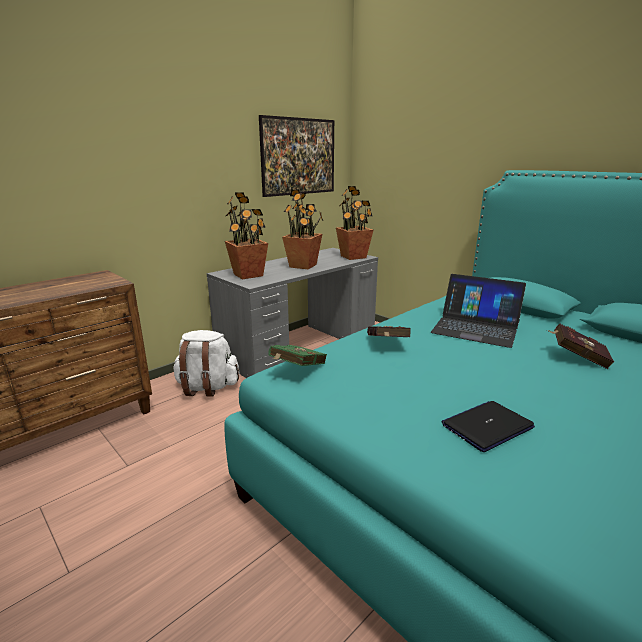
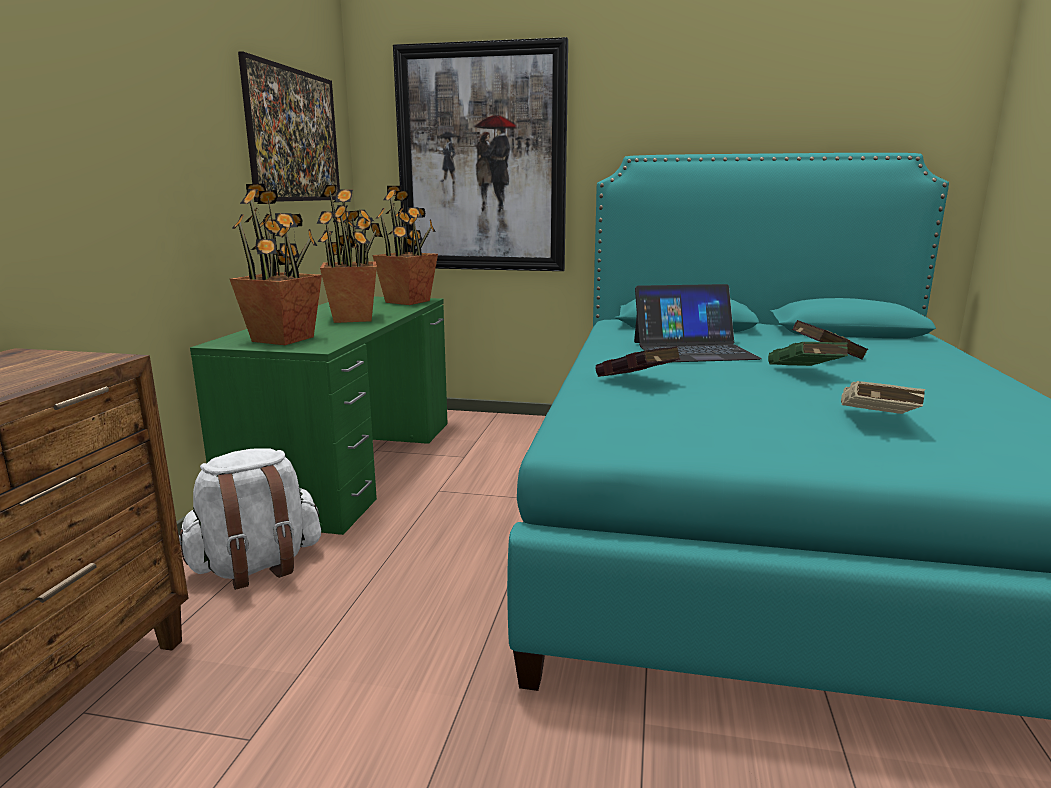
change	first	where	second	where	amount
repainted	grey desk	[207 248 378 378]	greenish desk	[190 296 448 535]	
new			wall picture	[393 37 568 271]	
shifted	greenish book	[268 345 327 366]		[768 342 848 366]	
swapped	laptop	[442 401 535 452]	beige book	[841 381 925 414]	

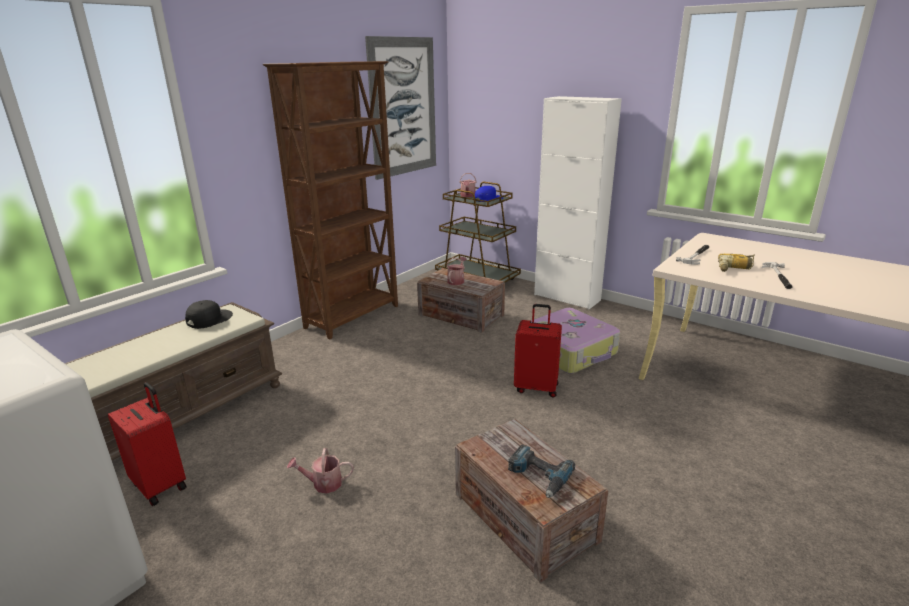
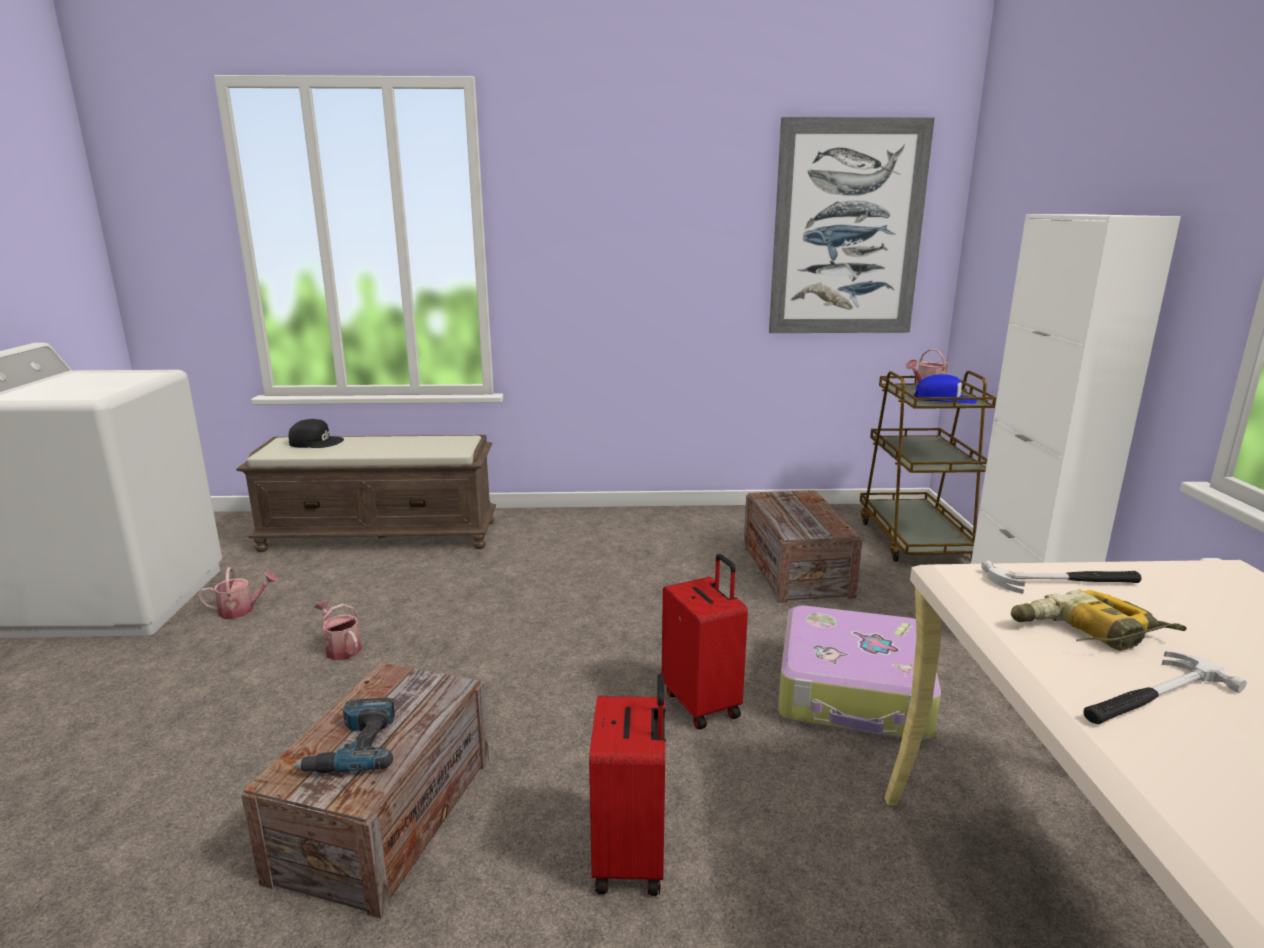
change	first	where	second	where	amount
shifted	watering can	[447 257 467 285]		[198 567 279 619]	
shifted	black-coloured peaked cap	[185 300 233 329]		[289 419 344 448]	
shifted	reddish piece of luggage	[108 382 187 506]		[589 673 666 896]	
gone	brownish shelving unit	[263 61 398 340]			

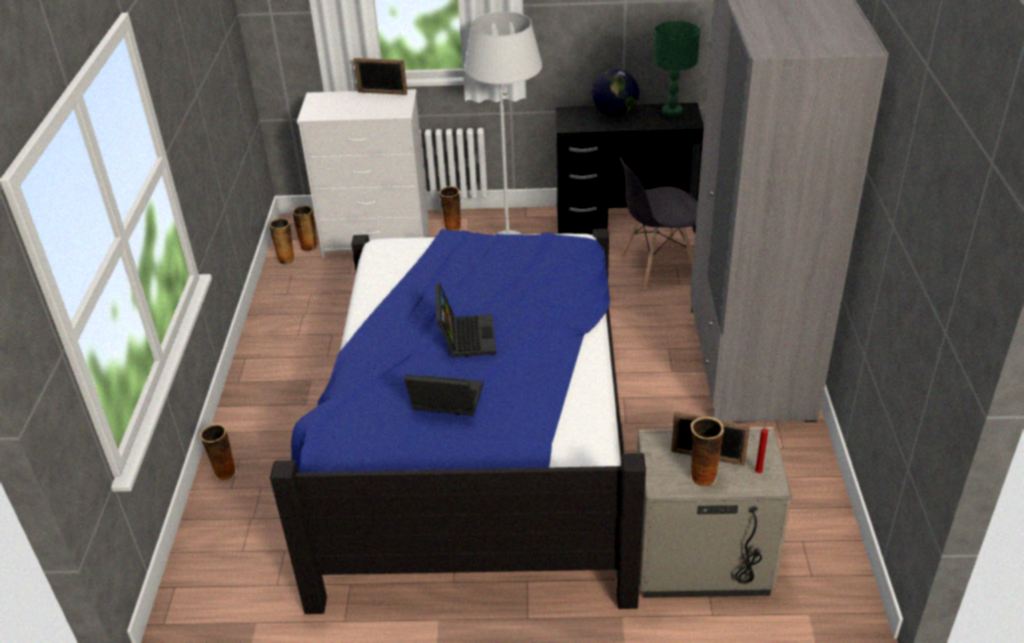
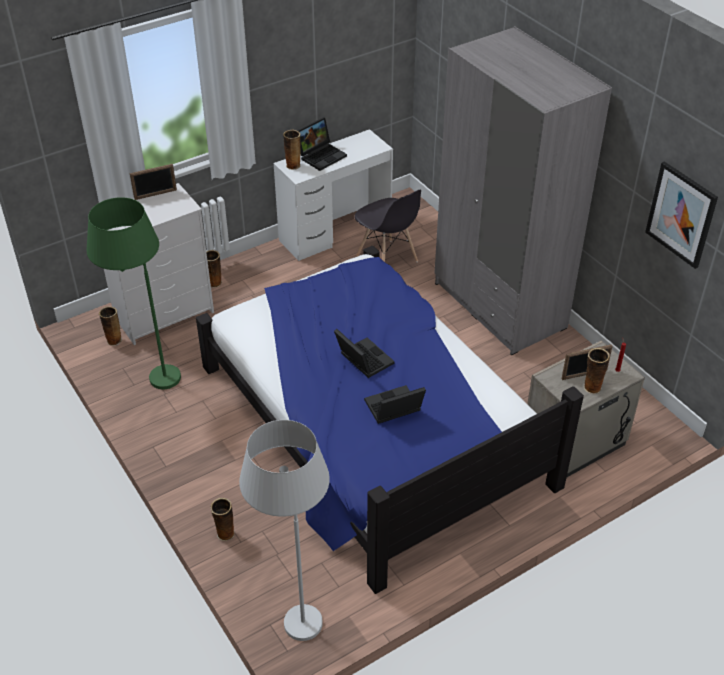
change	first	where	second	where	amount
new			greenish standing lamp	[87 197 181 389]	
shifted	white-coloured standing lamp	[464 11 542 235]		[239 420 330 641]	
repainted	black-coloured desk	[556 103 704 235]	white-coloured desk	[274 129 393 261]	
shifted	flower vase	[269 218 295 265]		[283 130 301 170]	
swapped	desk globe	[592 69 639 117]	laptop	[297 117 347 171]	
rotated	grey chair	[619 156 698 289]		[354 189 421 262]	75 degrees counterclockwise
new			wall picture	[645 162 718 269]	
gone	greenish tabletop lamp	[653 21 700 117]			

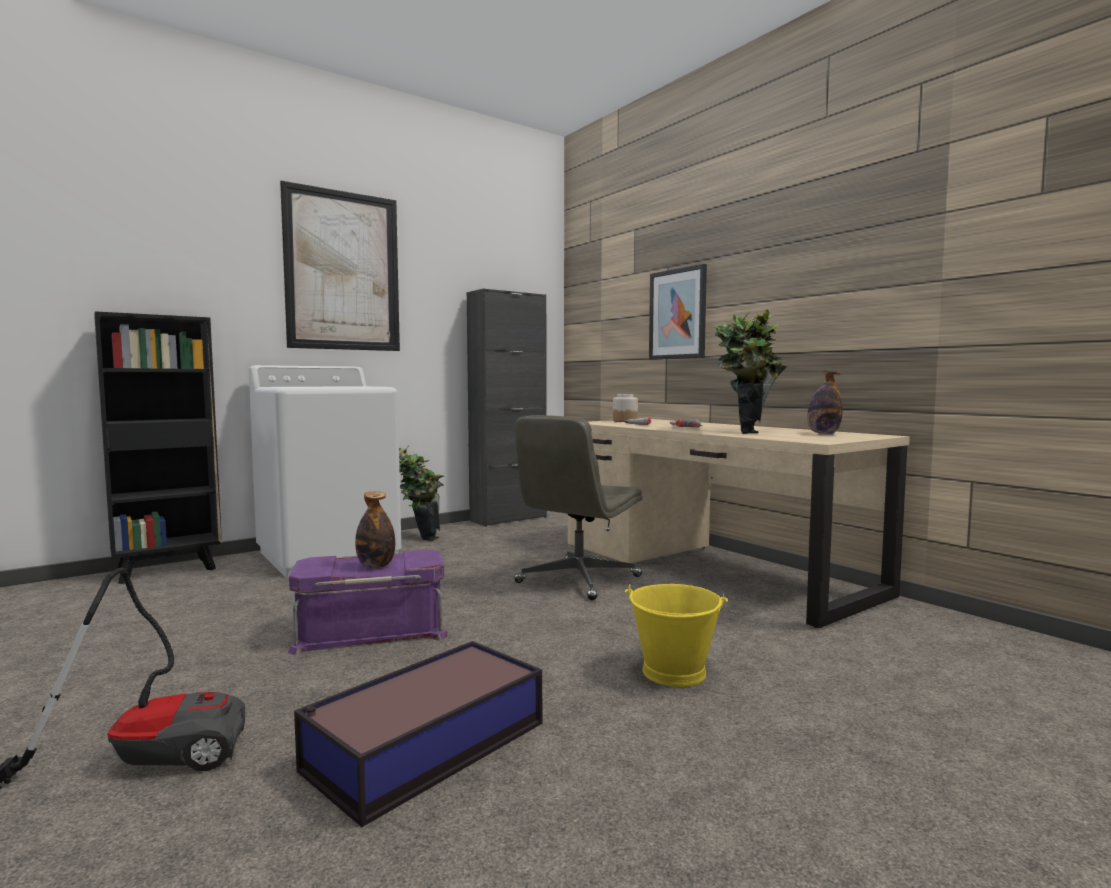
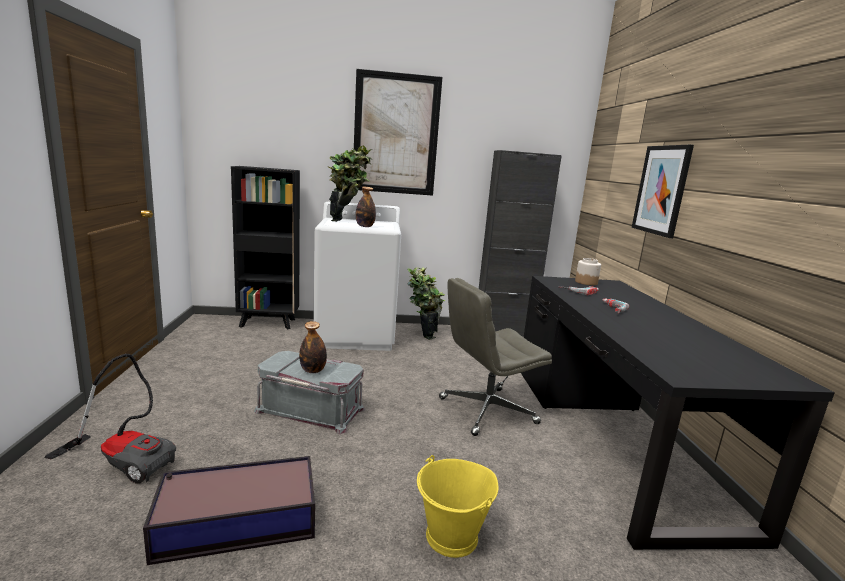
change	first	where	second	where	amount
repainted	purplish storage bin	[288 550 449 655]	grey storage bin	[254 351 365 434]	
shifted	potted plant	[714 309 788 434]		[327 145 372 222]	
shifted	bottle	[807 370 843 434]		[356 187 376 227]	
repainted	beige desk	[568 419 910 628]	black-coloured desk	[521 276 835 550]	

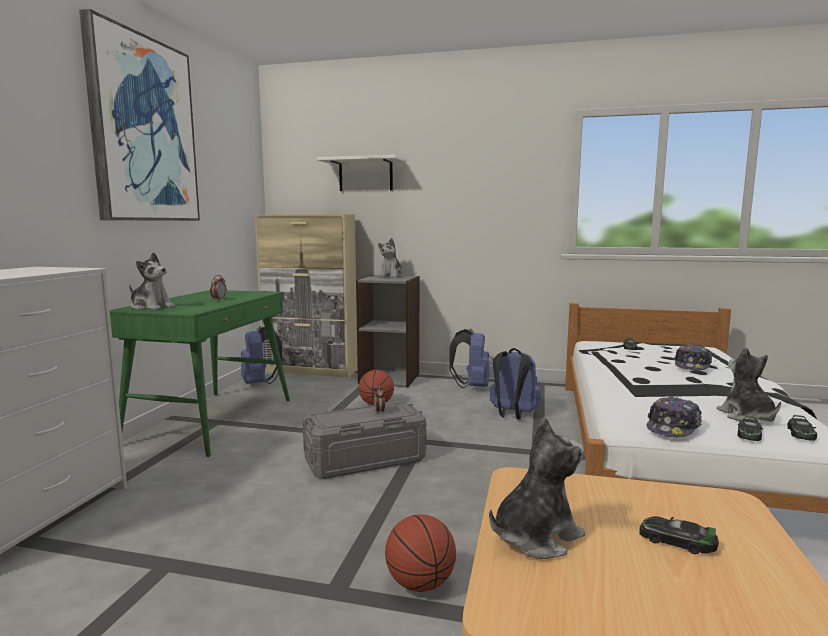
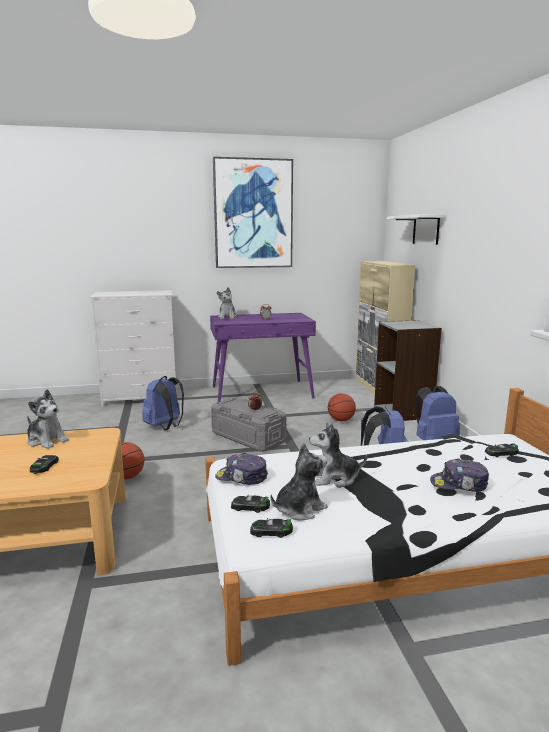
change	first	where	second	where	amount
shifted	blue rucksack	[241 326 283 384]		[142 376 184 431]	
repainted	greenish desk	[110 290 290 457]	purplish desk	[210 313 316 402]	
shifted	soft toy	[378 238 404 278]		[309 423 367 488]	

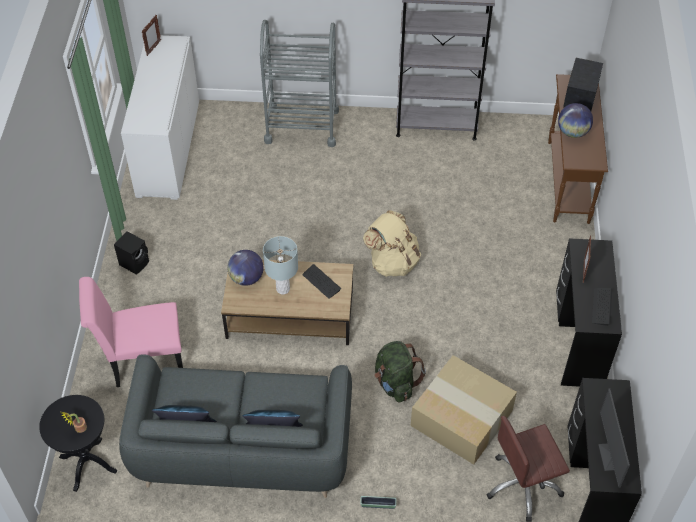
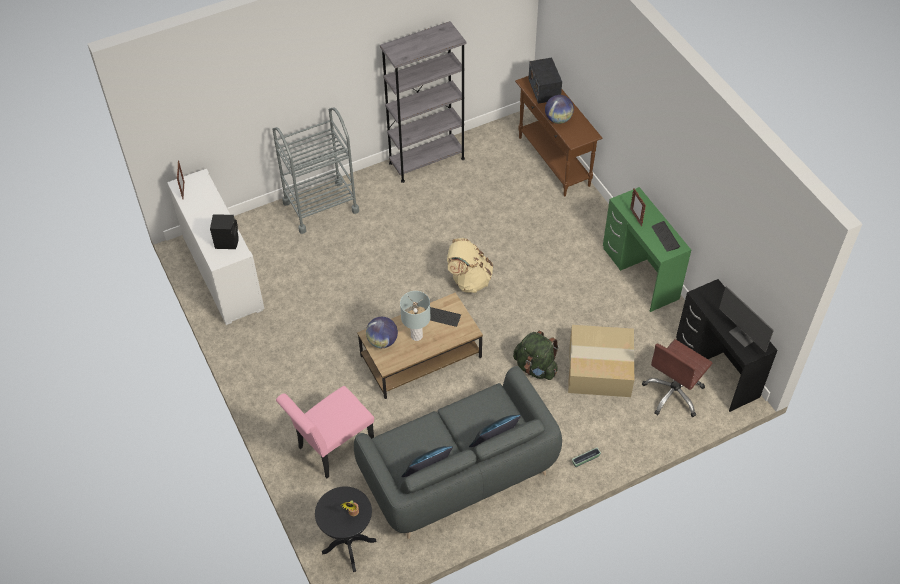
change	first	where	second	where	amount
shifted	black-coloured audio speaker	[114 231 149 275]		[210 214 239 249]	
repainted	black-coloured desk	[556 238 622 387]	greenish desk	[603 187 691 312]	

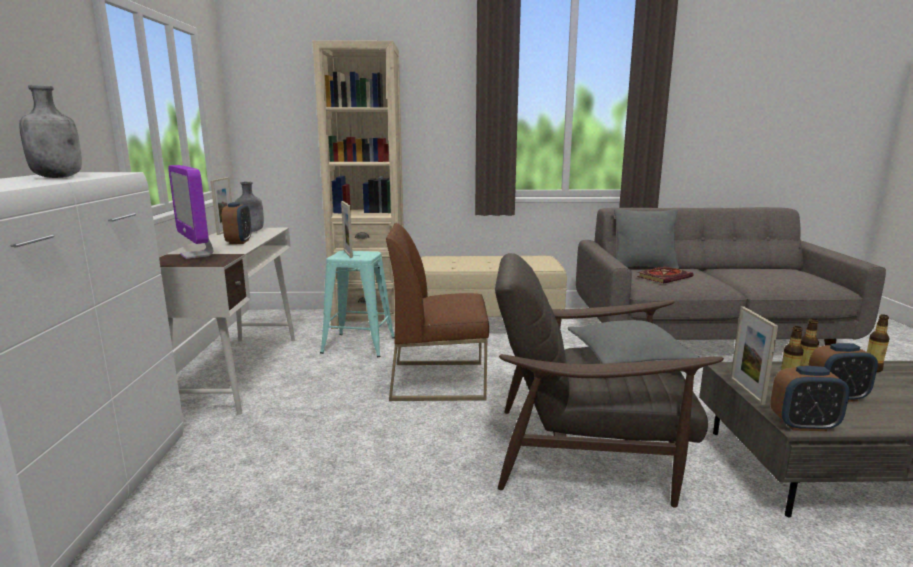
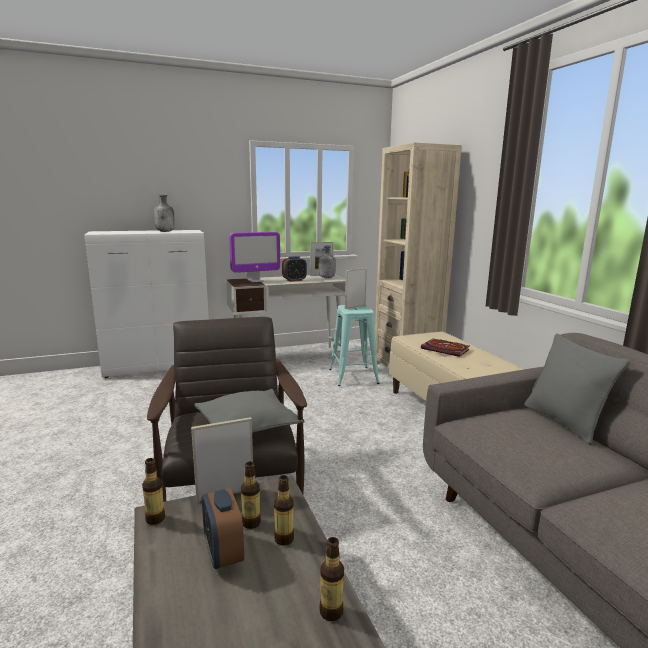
change	first	where	second	where	amount
swapped	table clock	[770 366 850 431]	bottle	[142 458 165 525]	
rotated	computer display	[168 165 213 259]		[229 232 280 282]	150 degrees counterclockwise
shifted	book	[637 266 694 283]		[421 339 470 357]	
gone	brownish chair	[386 223 489 401]			

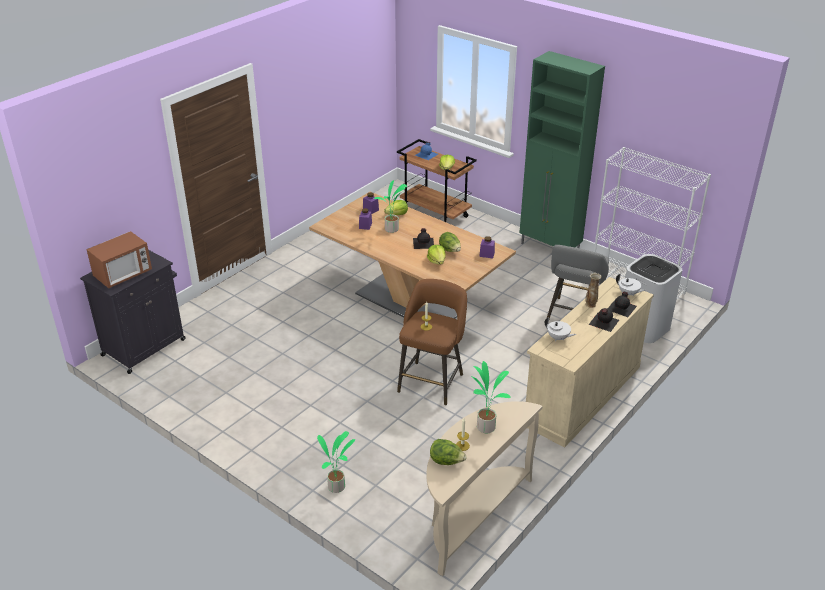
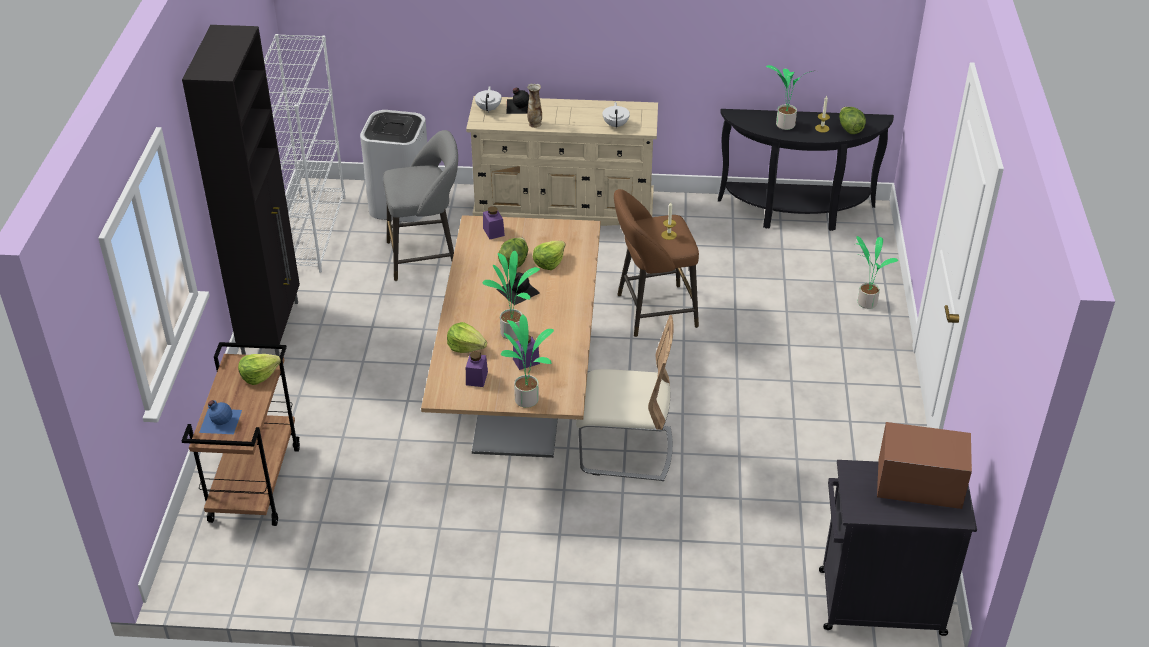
change	first	where	second	where	amount
repainted	greenish cabinet	[519 51 605 248]	black-coloured cabinet	[182 25 300 356]	
new			potted plant	[501 315 554 408]	
new			beige chair	[576 315 674 481]	
repainted	beige hall table	[426 401 543 576]	black-coloured hall table	[718 109 894 231]	
gone	black-coloured bottle	[589 308 619 332]			

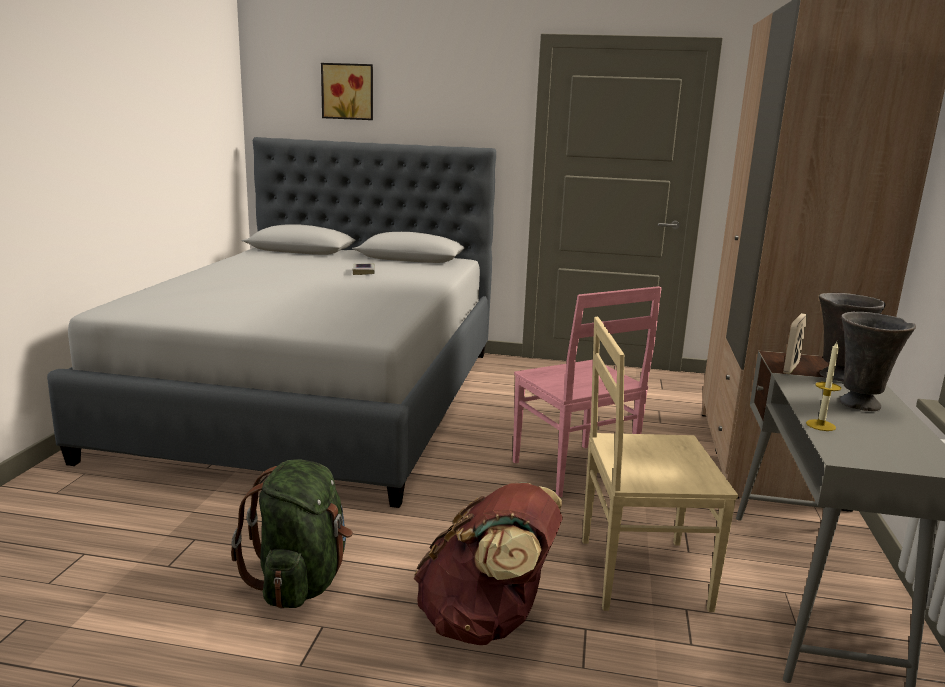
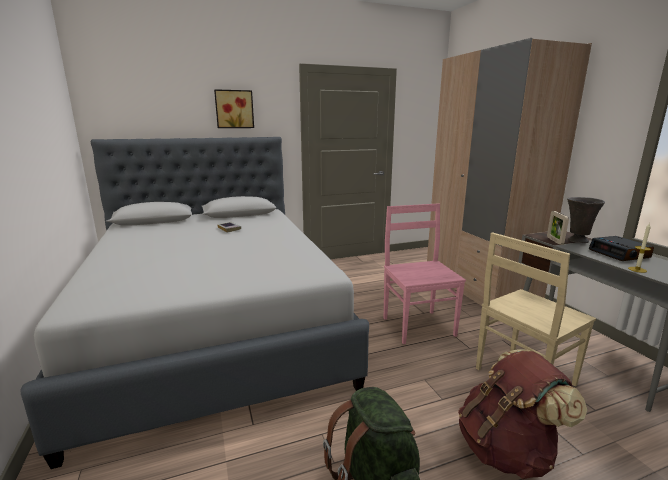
change	first	where	second	where	amount
shifted	wall picture	[321 63 373 120]		[214 89 254 128]	
rotated	pinkish chair	[513 286 662 498]		[384 203 466 344]	135 degrees counterclockwise
swapped	grey flower vase	[839 312 916 411]	table clock	[589 236 654 261]	

